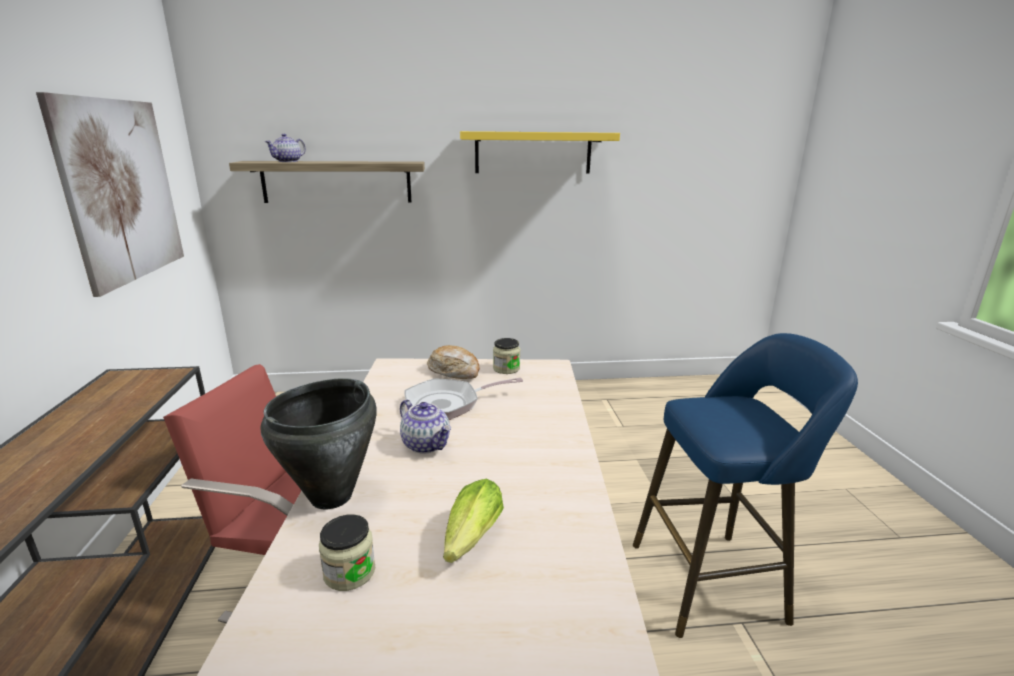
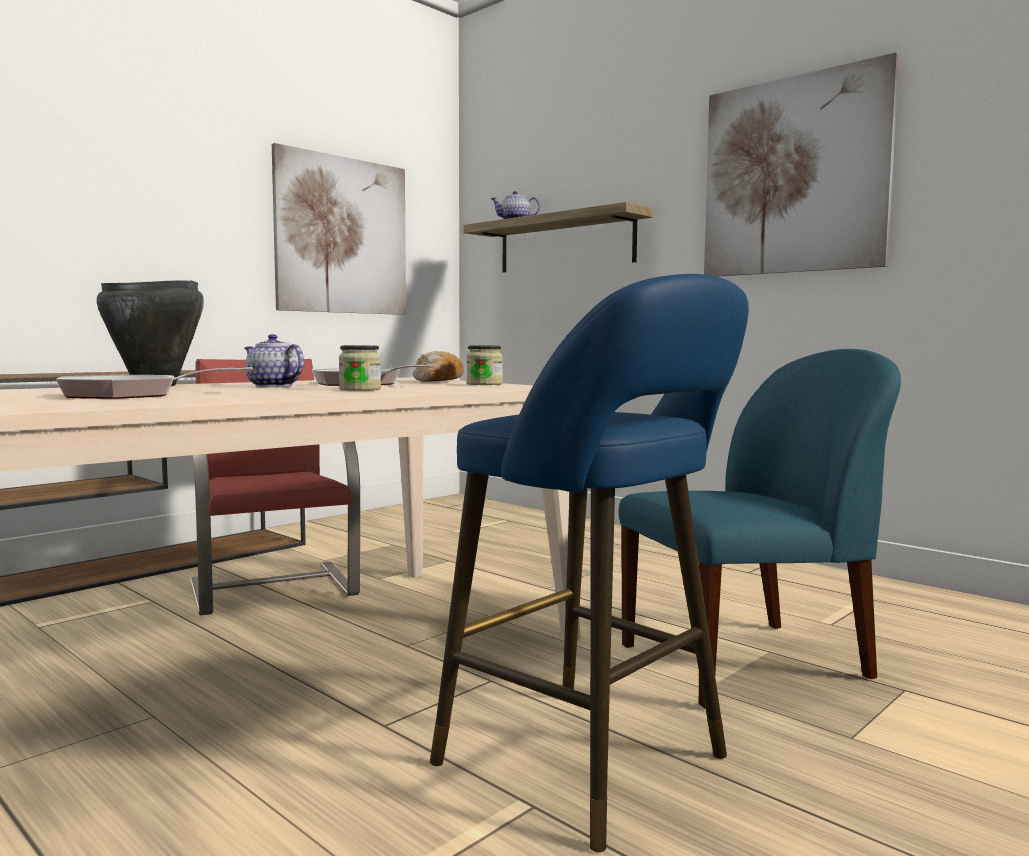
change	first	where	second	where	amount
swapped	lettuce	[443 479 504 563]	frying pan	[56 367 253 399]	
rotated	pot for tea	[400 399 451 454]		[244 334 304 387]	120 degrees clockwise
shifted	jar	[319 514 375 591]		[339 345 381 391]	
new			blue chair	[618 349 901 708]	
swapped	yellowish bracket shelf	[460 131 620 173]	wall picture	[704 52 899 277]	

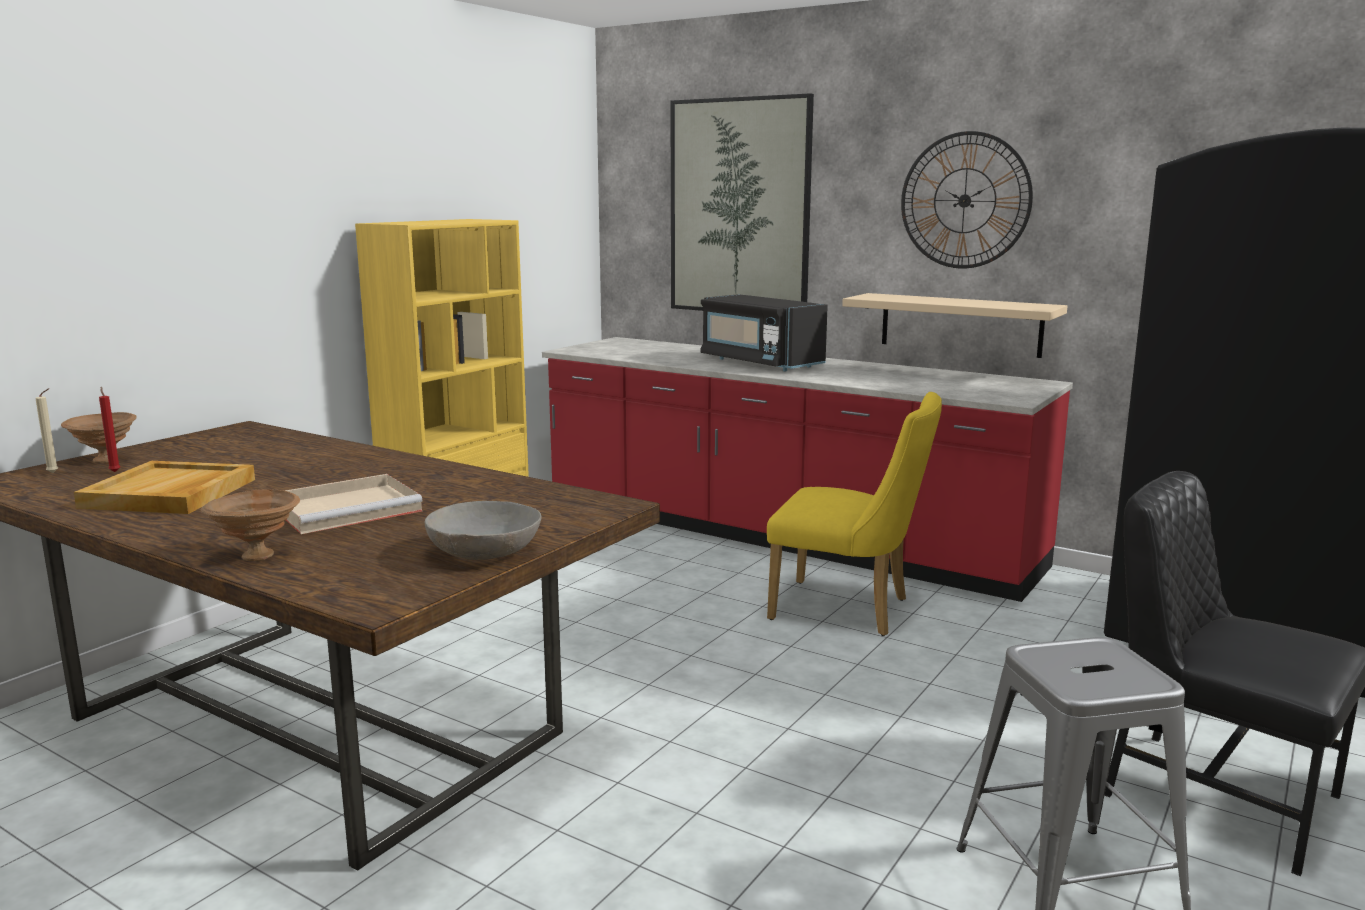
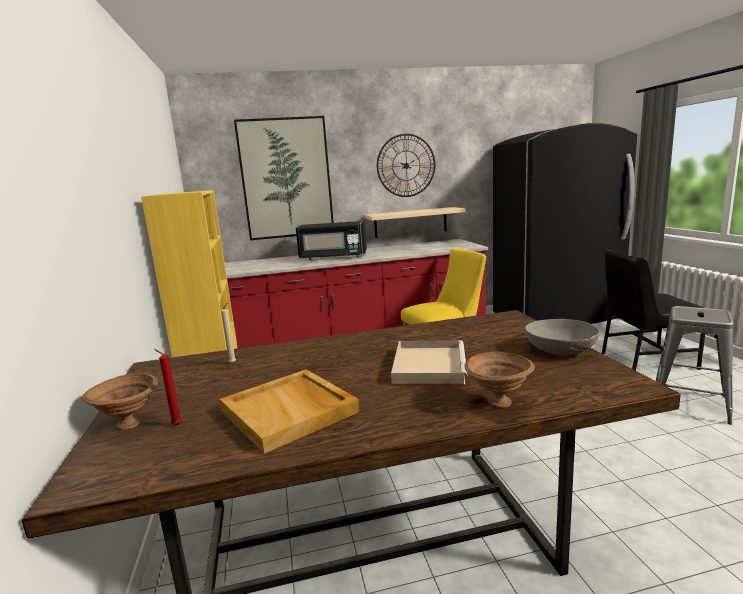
change	first	where	second	where	amount
shifted	beige wax candle	[35 388 58 473]		[221 302 236 364]	

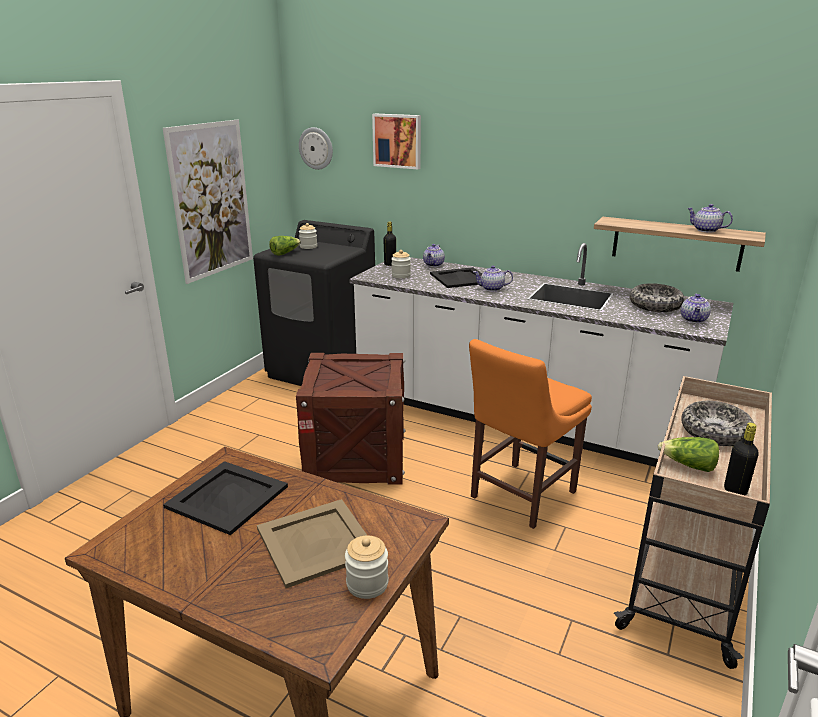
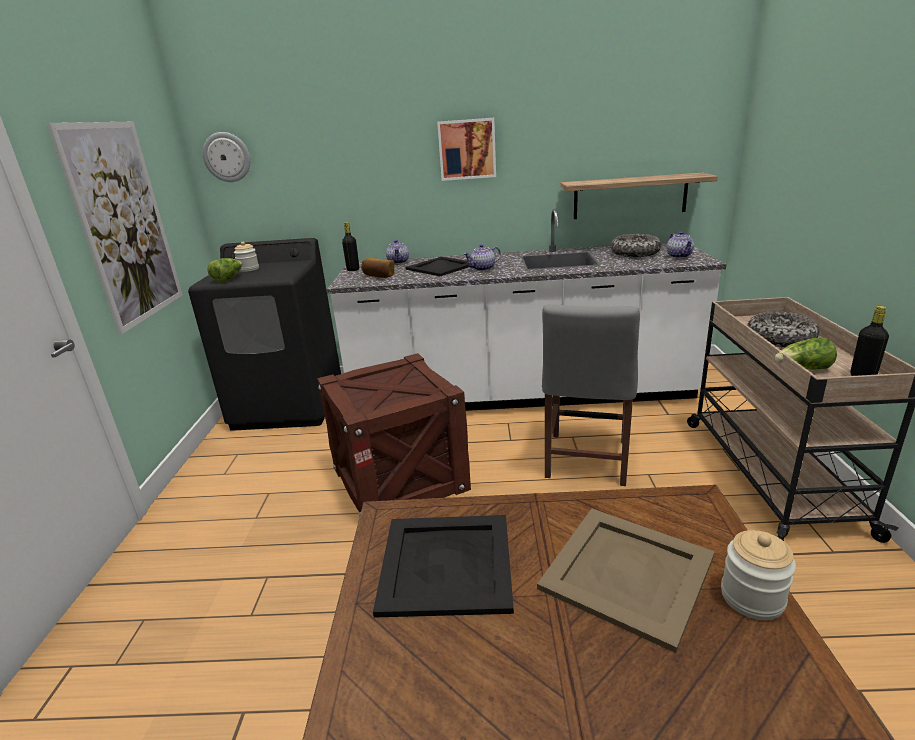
change	first	where	second	where	amount
swapped	jar	[391 250 411 278]	baked bread	[361 258 394 278]	
shifted	wall picture	[372 114 421 170]		[437 118 496 181]	
repainted	orange-coloured chair	[469 339 592 529]	grey chair	[542 304 640 486]	
gone	pot for tea	[687 204 733 233]			

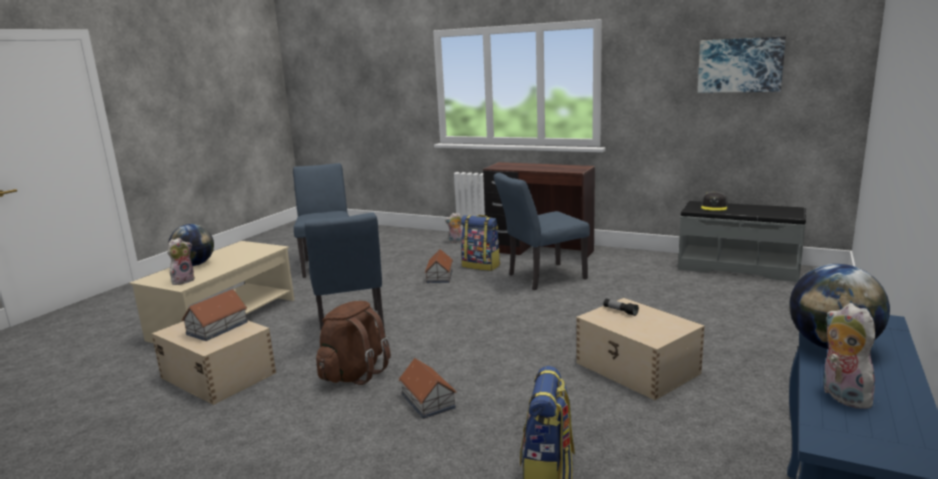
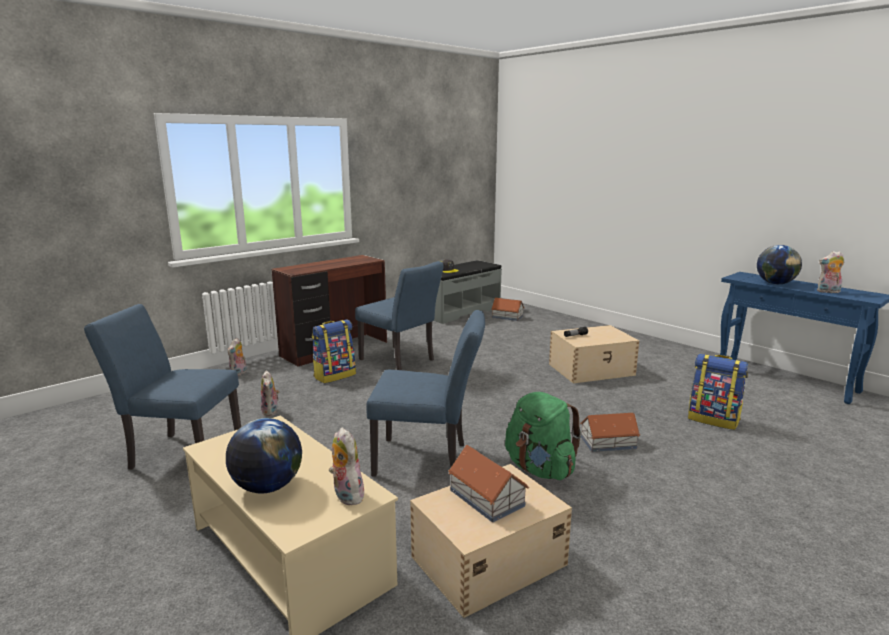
change	first	where	second	where	amount
new			soft toy	[261 371 279 416]	
rotated	blue chair	[494 173 590 290]		[355 261 444 370]	45 degrees counterclockwise
shifted	toy house	[424 249 453 283]		[492 298 525 321]	
repainted	brownish rucksack	[316 301 391 385]	greenish rucksack	[505 392 582 480]	
gone	wall picture	[698 36 786 93]			

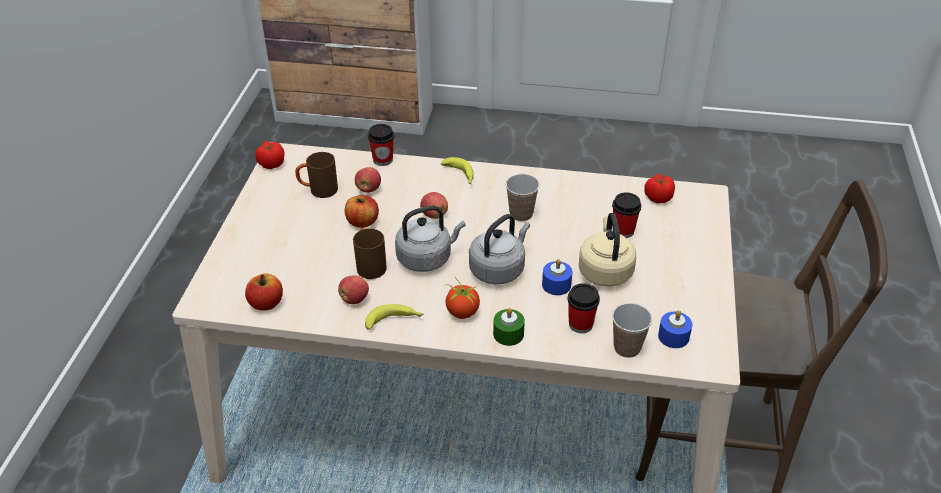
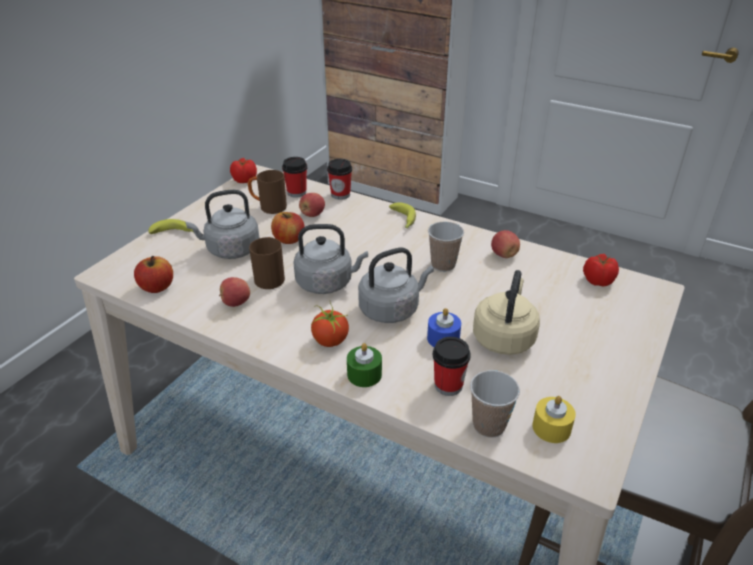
change	first	where	second	where	amount
shifted	whole banana	[365 304 423 330]		[148 219 195 234]	
new			grey water kettle	[186 190 259 259]	
shifted	drinking cup	[612 192 641 238]		[282 157 307 198]	
shifted	apple	[420 192 448 219]		[491 230 520 258]	
repainted	blue wax candle	[658 310 692 348]	yellowish wax candle	[532 396 576 443]	

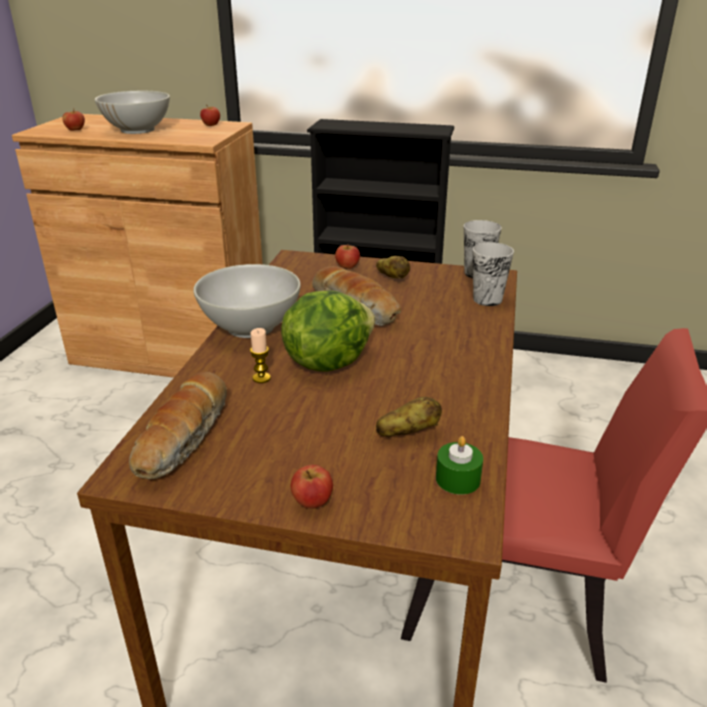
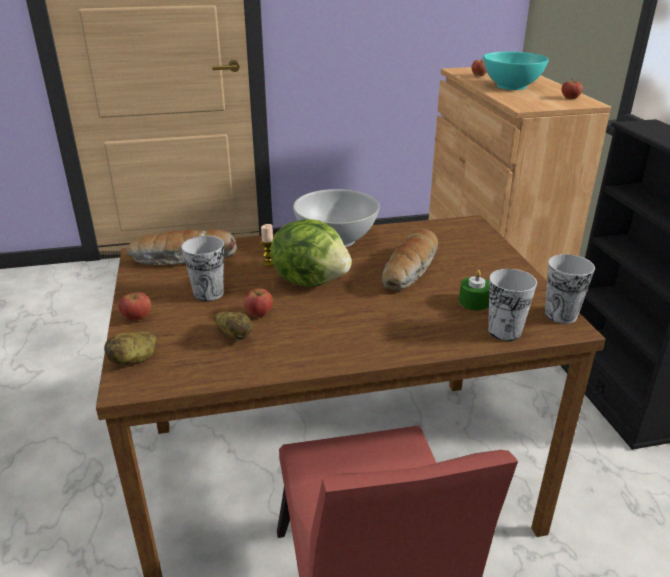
change	first	where	second	where	amount
shifted	whole potato	[376 256 410 278]		[104 332 157 365]	
new			drinking cup	[182 236 224 301]	
shifted	apple	[335 245 360 269]		[244 288 273 318]	
shifted	greenish wax candle	[436 436 483 495]		[459 269 490 310]	
repainted	white-coloured deep dish	[95 91 170 134]	turquoise deep dish	[483 51 549 90]	

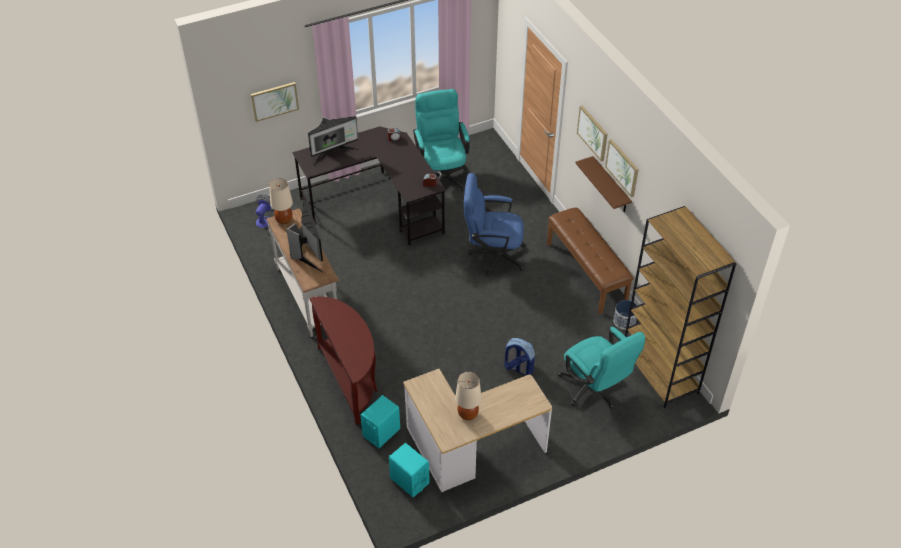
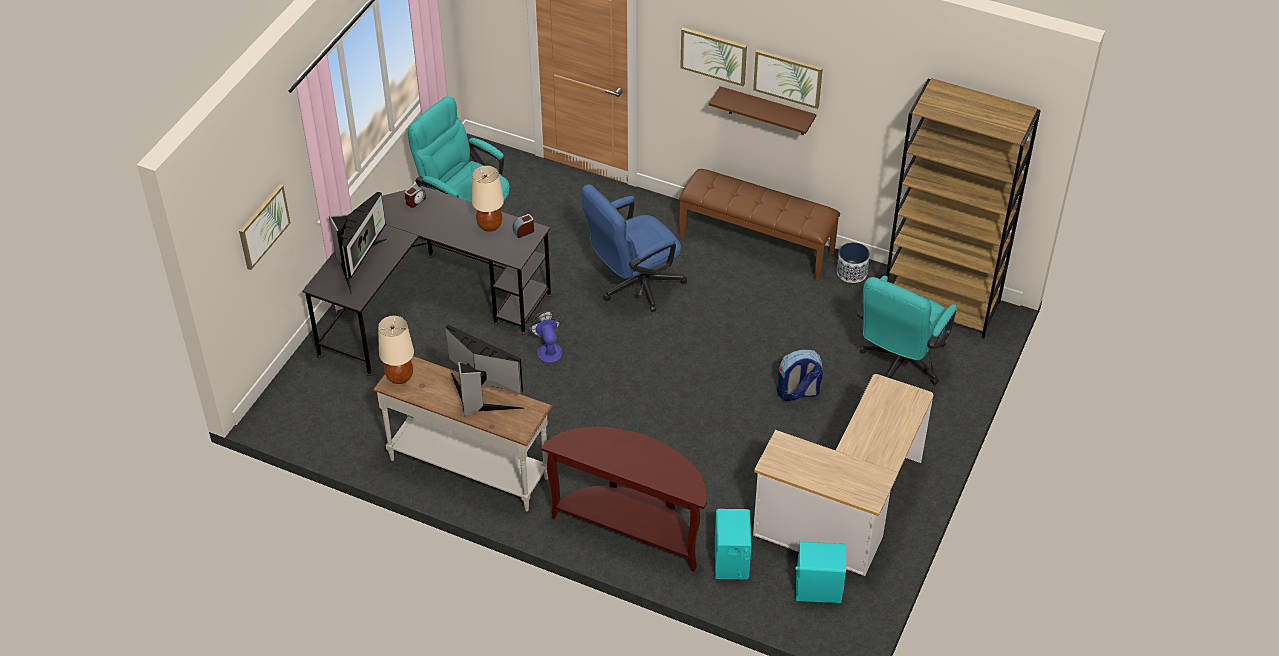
change	first	where	second	where	amount
shifted	beige tabletop lamp	[455 372 481 420]		[472 165 504 232]	
shifted	fan	[256 195 275 228]		[528 311 562 363]	
rotated	turquoise office chair	[558 327 645 409]		[857 276 956 385]	105 degrees clockwise

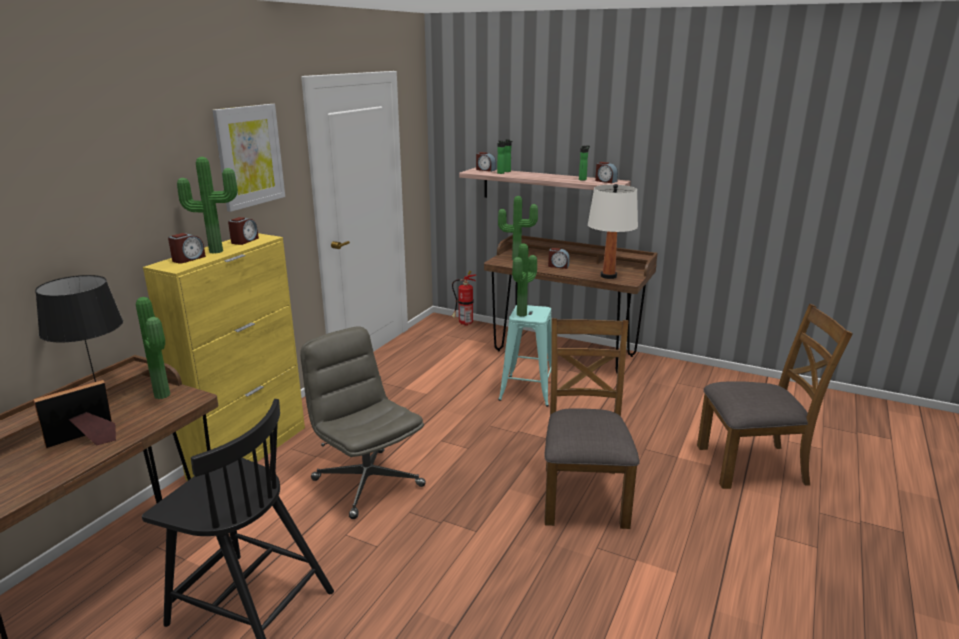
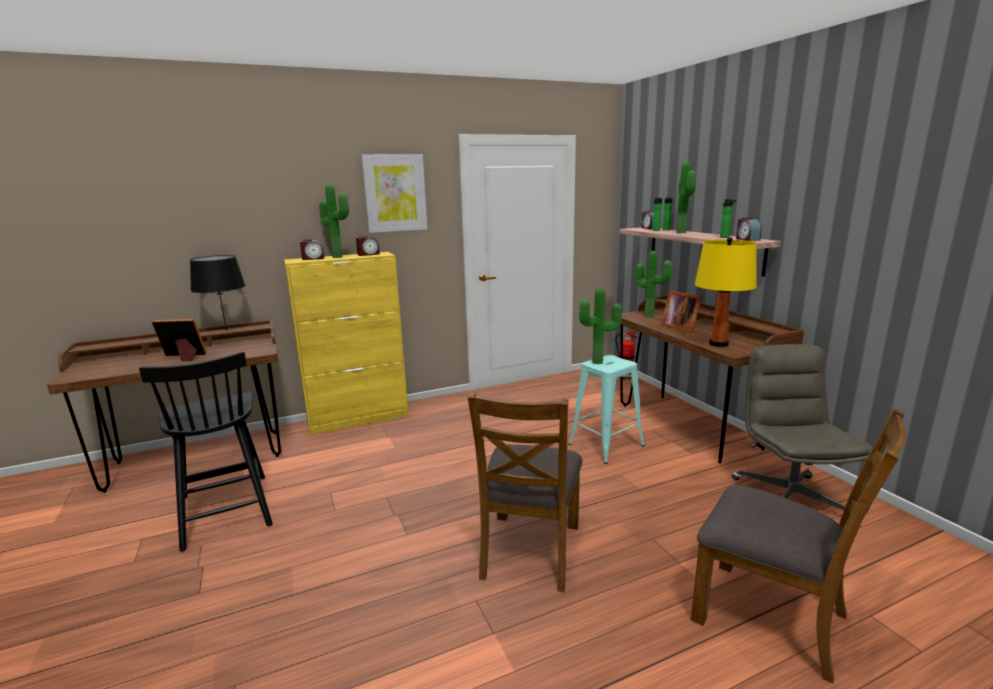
change	first	where	second	where	amount
rotated	brownish chair	[544 318 640 529]		[468 393 583 592]	150 degrees clockwise
swapped	table clock	[548 248 570 269]	standing frame	[661 290 702 333]	
shifted	potted plant	[136 297 170 399]		[676 162 696 233]	
repainted	white-coloured tabletop lamp	[588 184 638 279]	yellowish tabletop lamp	[695 237 756 347]	
shifted	grey office chair	[300 326 426 519]		[732 344 873 510]	

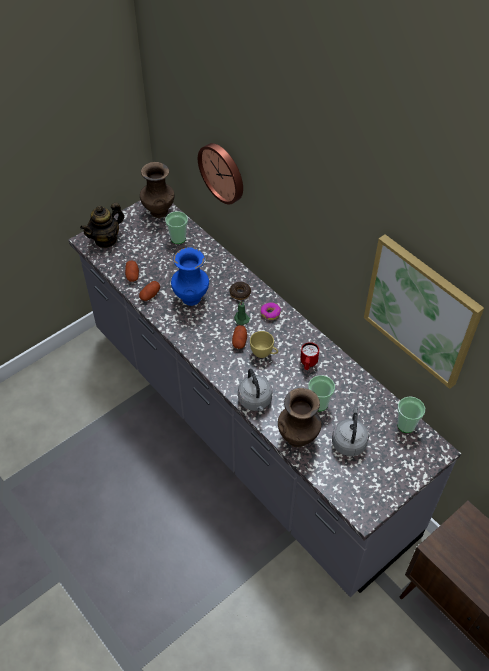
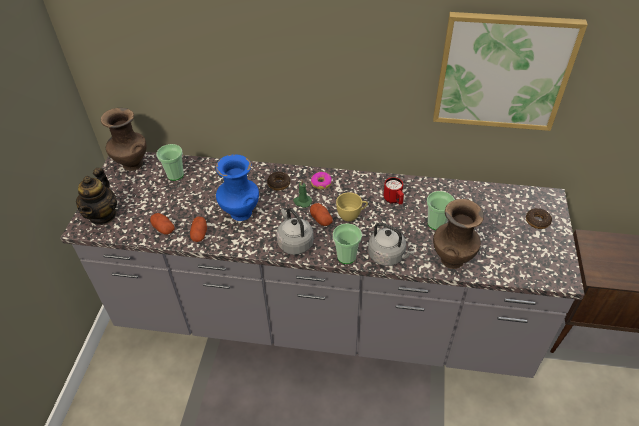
change	first	where	second	where	amount
shifted	grey water kettle	[332 408 369 456]		[276 208 314 255]	
shifted	drinking cup	[397 397 425 433]		[333 223 362 264]	
new			ring doughnut	[526 208 552 229]	
gone	clock on the wall	[198 143 243 204]			

